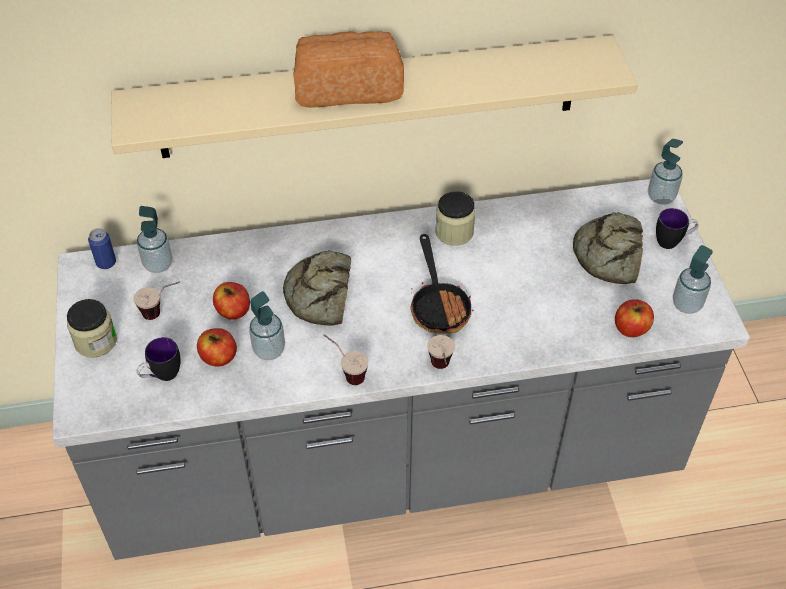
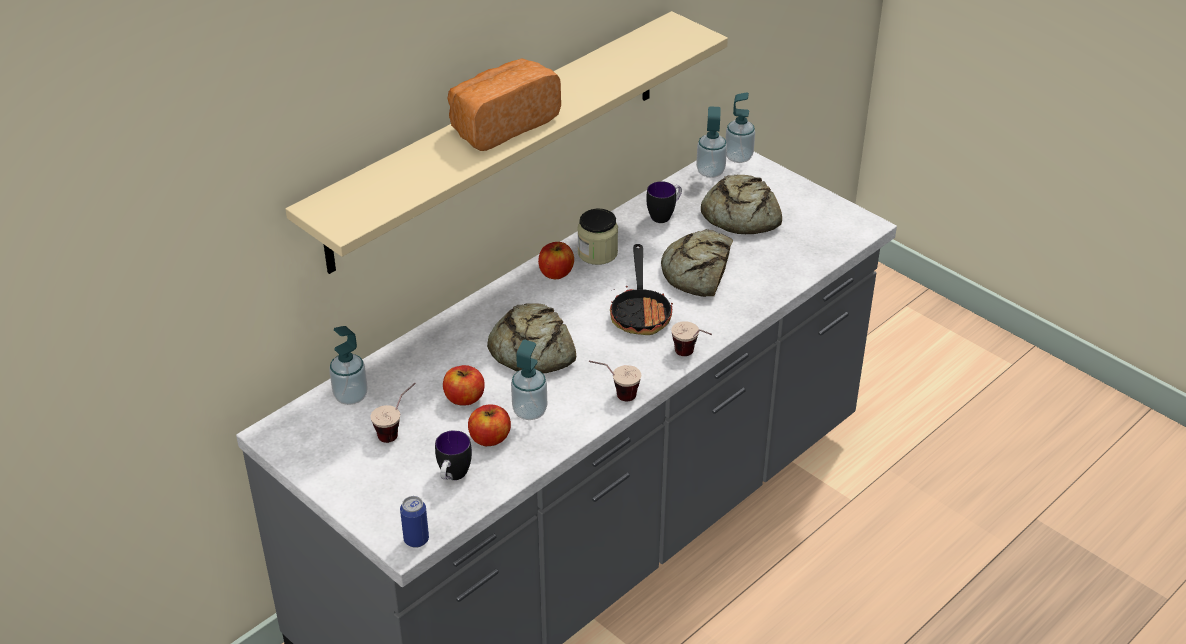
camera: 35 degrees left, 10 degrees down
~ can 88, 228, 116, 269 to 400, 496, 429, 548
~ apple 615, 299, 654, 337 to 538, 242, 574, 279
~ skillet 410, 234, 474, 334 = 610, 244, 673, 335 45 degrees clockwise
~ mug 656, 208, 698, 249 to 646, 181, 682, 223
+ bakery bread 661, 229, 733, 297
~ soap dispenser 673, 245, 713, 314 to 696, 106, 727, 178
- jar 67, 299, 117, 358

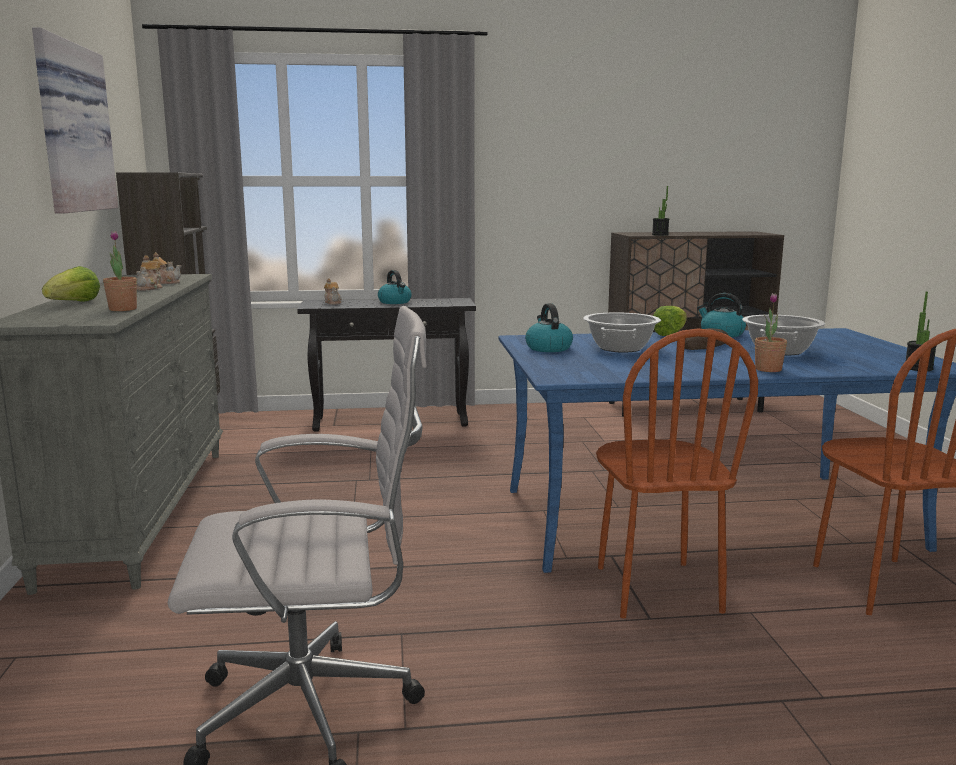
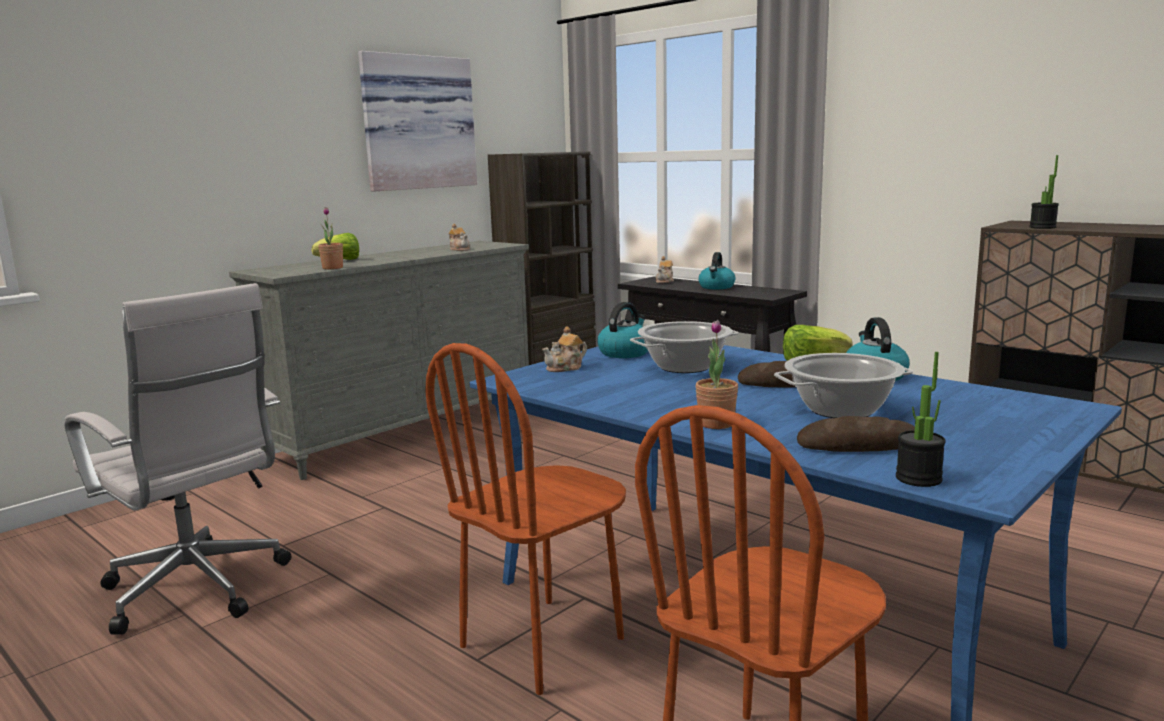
camera: 50 degrees right, 0 degrees up
~ pot for tea 136, 255, 162, 290 to 542, 326, 587, 372
+ bakery bread 797, 416, 915, 452

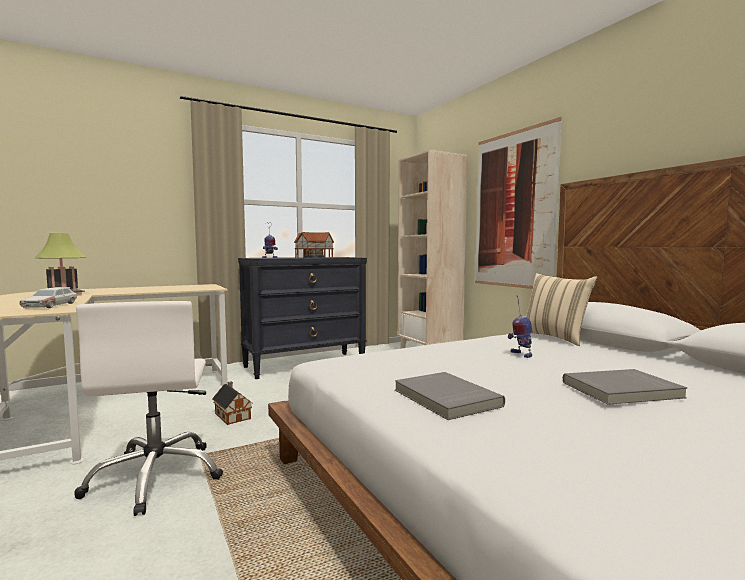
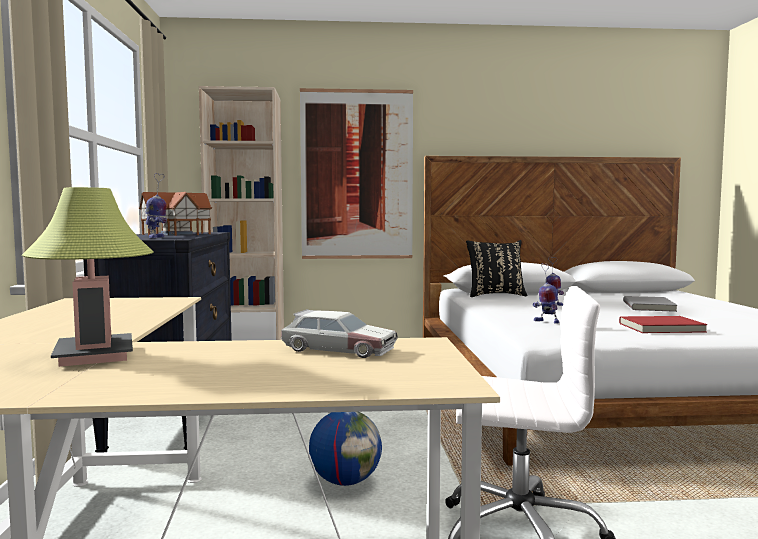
camera: 65 degrees left, 0 degrees up
~ model house 212, 381, 252, 425 to globe 309, 412, 382, 486
~ beige-coloured cushion 526, 273, 597, 346 to black-coloured cushion 466, 240, 528, 297
+ toy robot 533, 263, 559, 324
~ grey volume 395, 372, 505, 420 to red volume 619, 316, 707, 333

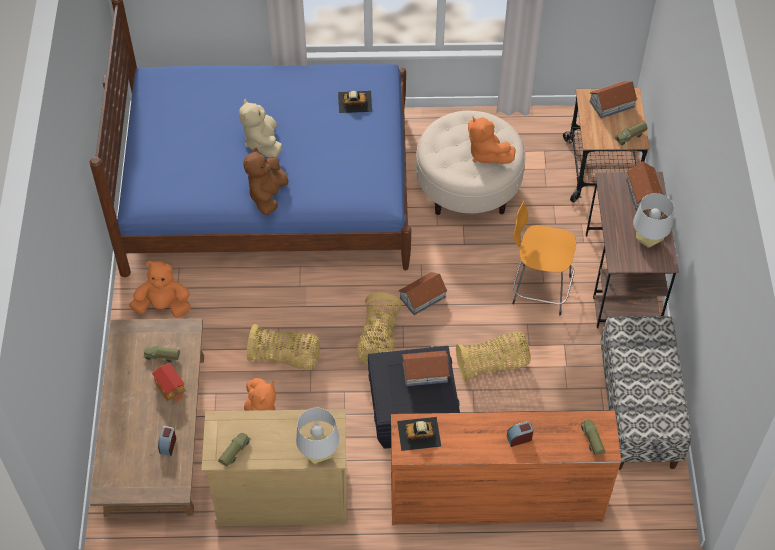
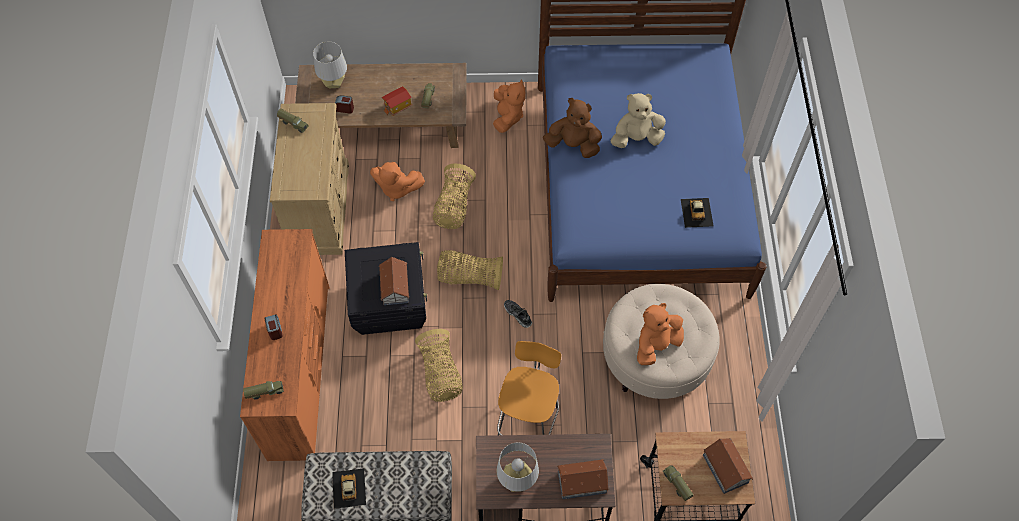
camera: 90 degrees right, 5 degrees up
~ grey lamp for a table 296, 408, 339, 464 to 313, 41, 347, 88
~ toy car 397, 417, 441, 451 to 332, 469, 366, 509
~ model house 398, 272, 447, 315 to item of footwear 504, 300, 532, 328

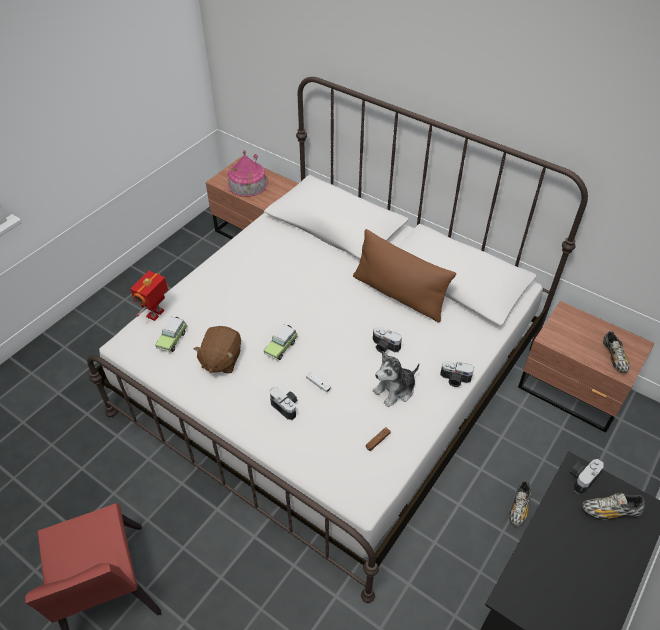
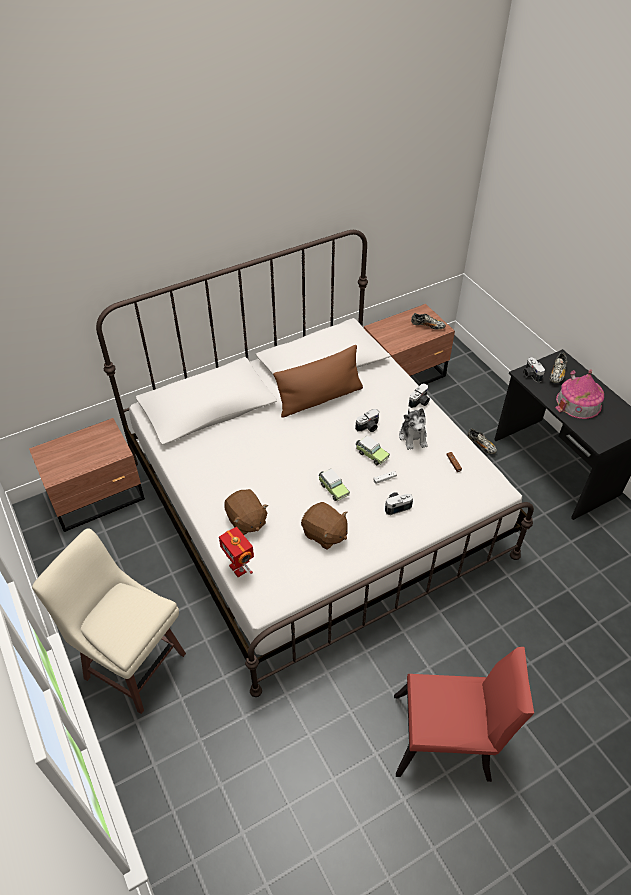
camera: 65 degrees left, 0 degrees up
+ beige-coloured stool 32, 528, 186, 714
+ brown plush toy 224, 489, 268, 535
~ toy car 155, 317, 187, 352 to 356, 436, 390, 465
~ model house 228, 150, 268, 197 to 555, 369, 604, 419

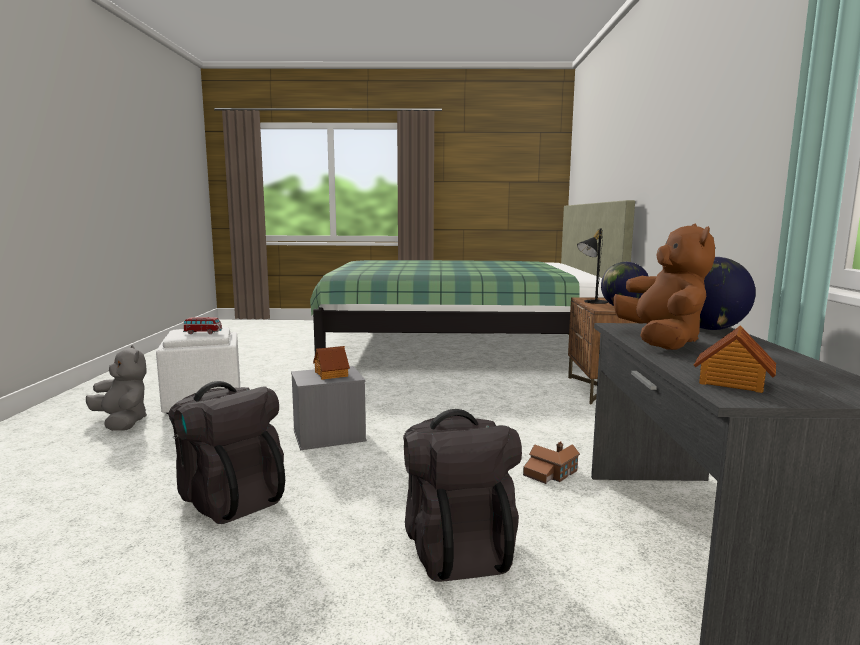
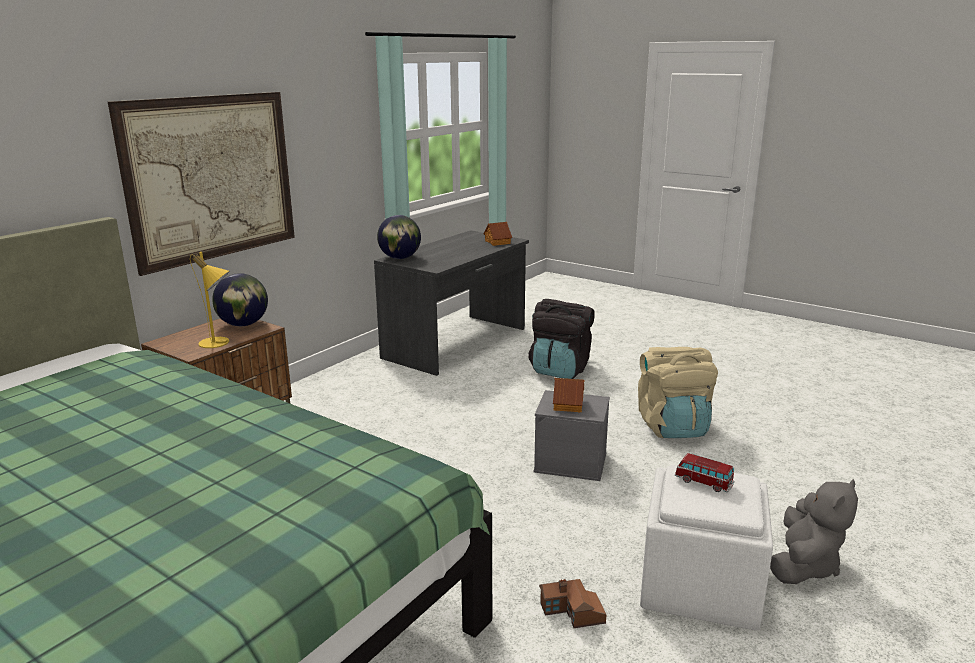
camera: 145 degrees left, 10 degrees up
+ wall picture 108, 92, 295, 276
~ black-coloured lamp for a table 577, 228, 608, 304 to yellow lamp for a table 190, 252, 230, 348
~ model house 523, 441, 580, 484 to 539, 579, 607, 628
~ black-coloured backpack 168, 381, 285, 524 to beige-coloured backpack 638, 347, 718, 438
~ grey plush toy 86, 345, 147, 431 = 770, 479, 858, 584 135 degrees counterclockwise
- brown plush toy 613, 223, 715, 350

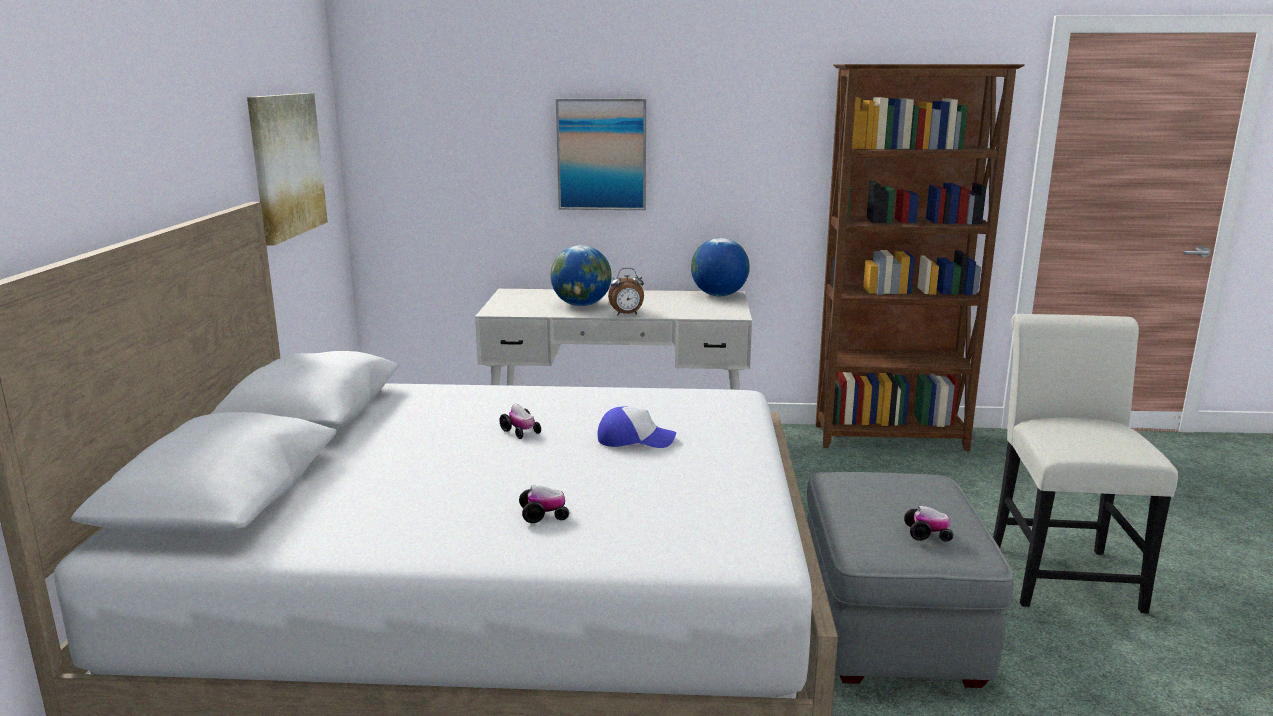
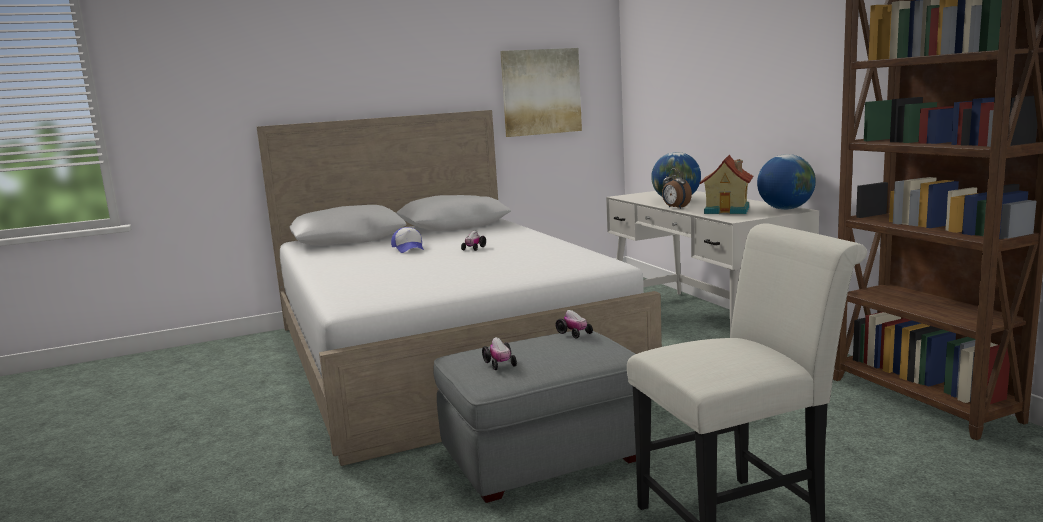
camera: 65 degrees right, 5 degrees down
~ peaked cap 597, 406, 676, 448 to 391, 227, 424, 253
~ toy car 519, 485, 569, 523 to 556, 310, 593, 338
+ model house 700, 155, 753, 214
- wall picture 556, 99, 646, 210

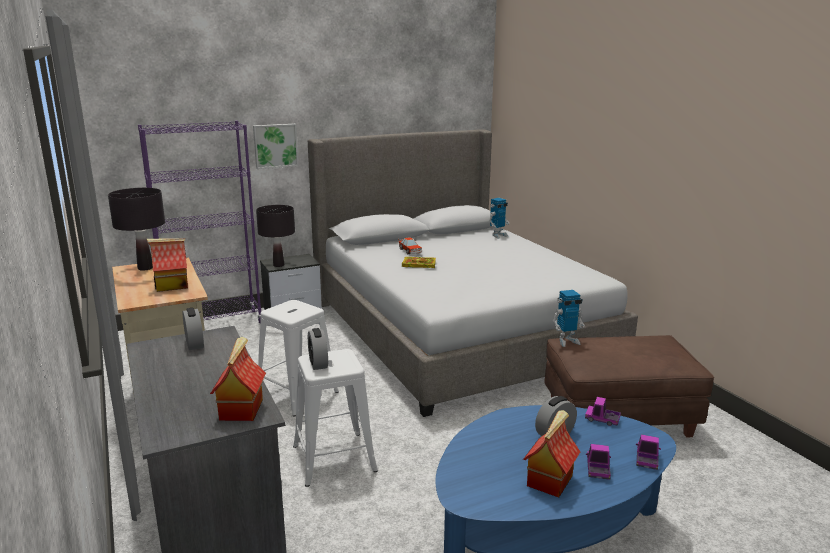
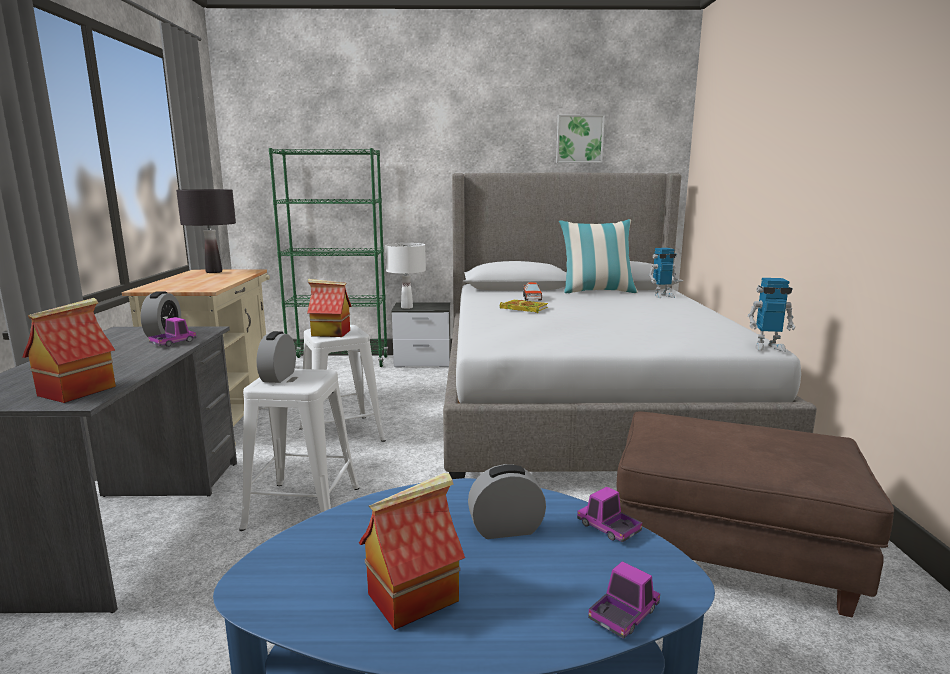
camera: 25 degrees right, 5 degrees down
~ toy truck 586, 444, 611, 480 to 148, 317, 196, 347
~ purplish bookcase 138, 121, 261, 323 to greenish bookcase 269, 148, 388, 367
~ model house 147, 238, 188, 292 to 307, 279, 352, 337
~ black-coloured lamp for a table 256, 205, 295, 267 to whitish lamp for a table 385, 243, 426, 309
~ wall picture 253, 124, 299, 169 to 556, 115, 605, 163
+ cushion 559, 219, 638, 293
~ toy robot 553, 290, 585, 347 to 748, 278, 795, 352

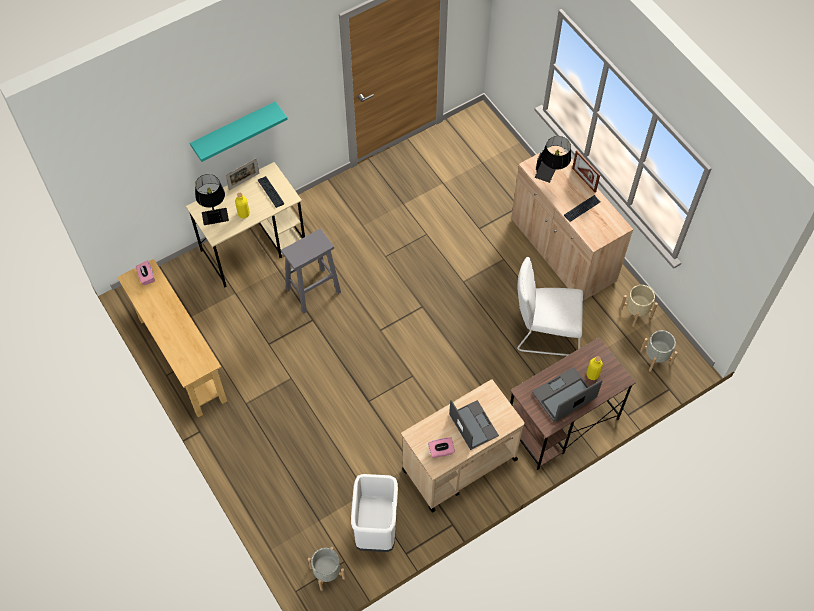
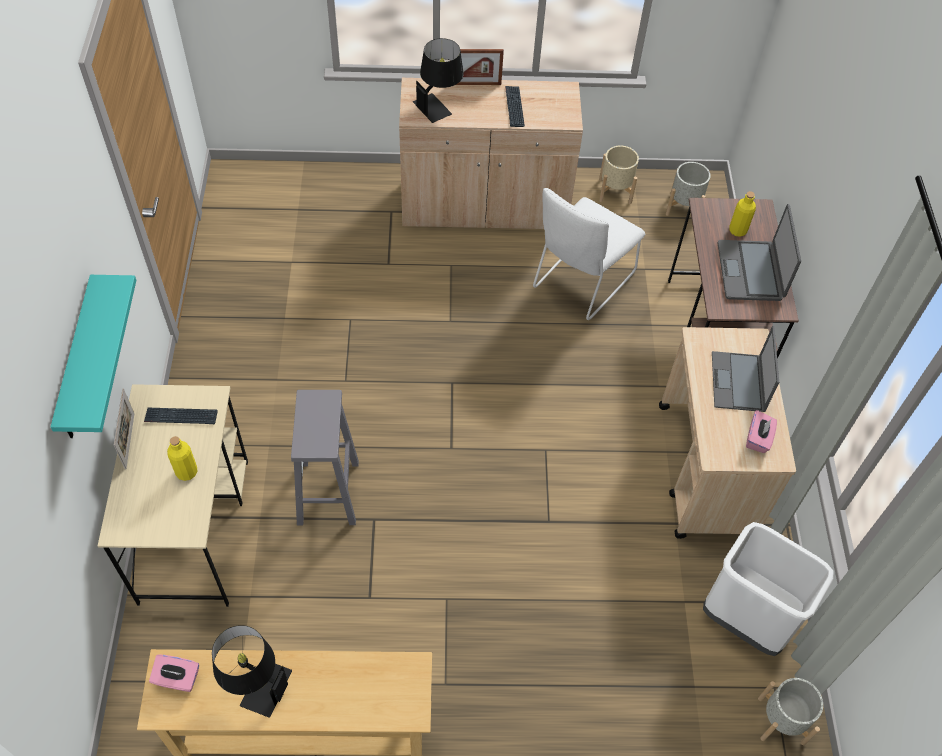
camera: 60 degrees left, 5 degrees down
~ black-coloured lamp for a table 195, 174, 229, 225 to 212, 625, 292, 718
~ portable computer 449, 400, 499, 450 = 712, 326, 779, 412 90 degrees counterclockwise

